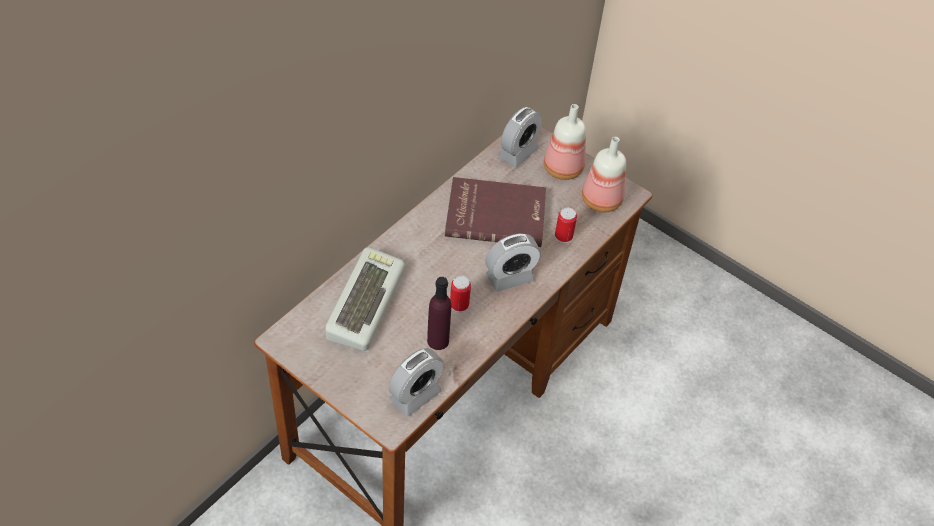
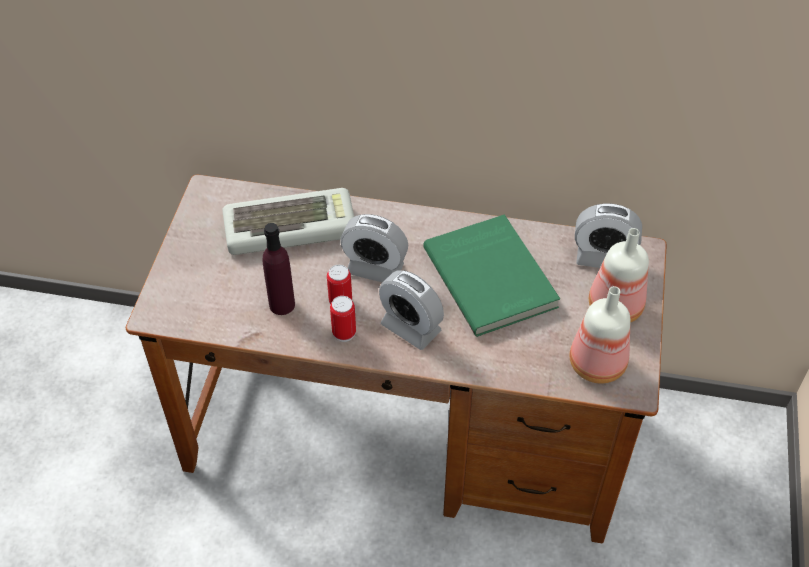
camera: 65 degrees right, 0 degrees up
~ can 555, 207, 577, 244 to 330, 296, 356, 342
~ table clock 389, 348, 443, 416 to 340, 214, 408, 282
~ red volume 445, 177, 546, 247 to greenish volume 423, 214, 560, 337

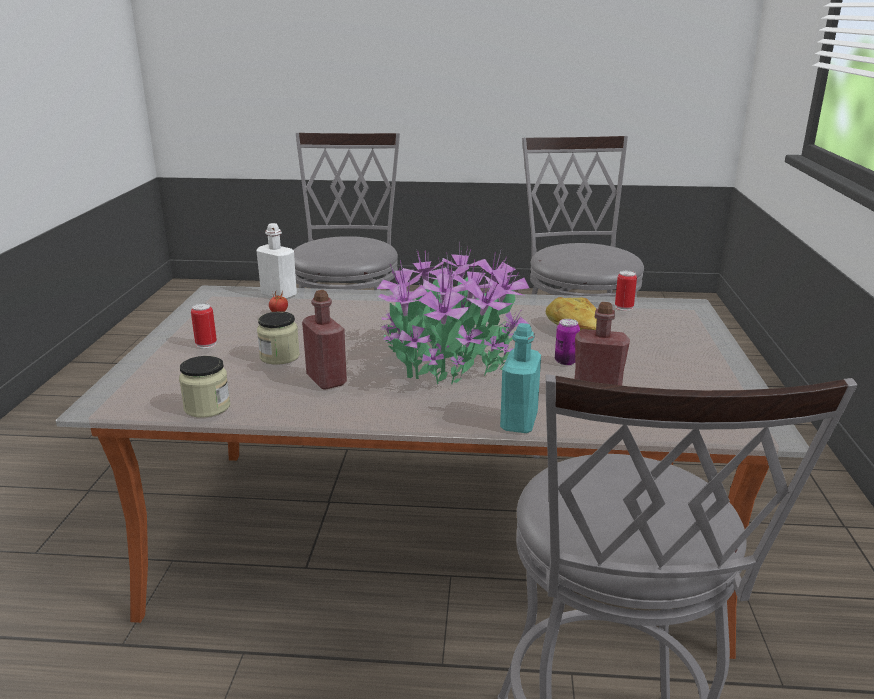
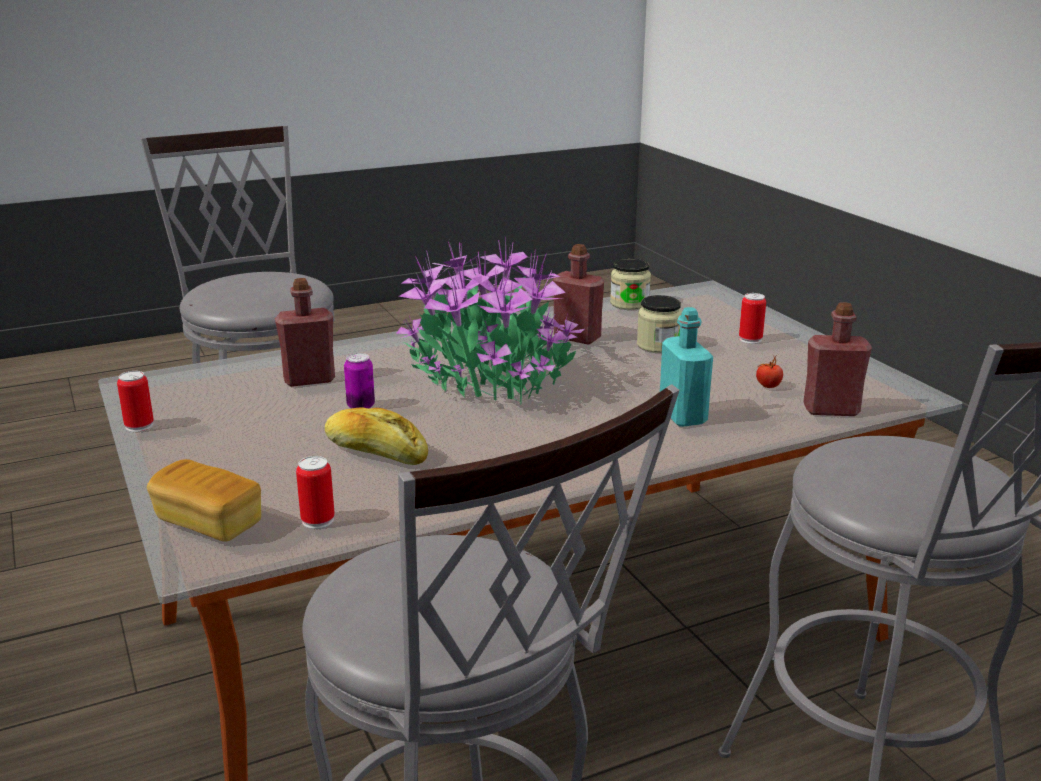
camera: 150 degrees right, 0 degrees up
+ can 117, 371, 154, 432
+ bakery bread 147, 459, 261, 542
~ turquoise-coloured beverage bottle 500, 323, 541, 433 to 660, 307, 713, 427
~ whitish beverage bottle 256, 223, 297, 299 to red beverage bottle 803, 302, 872, 416

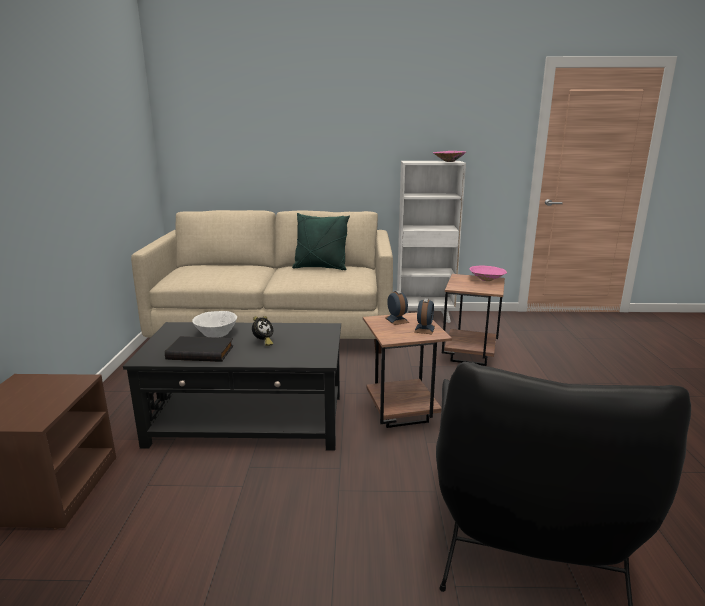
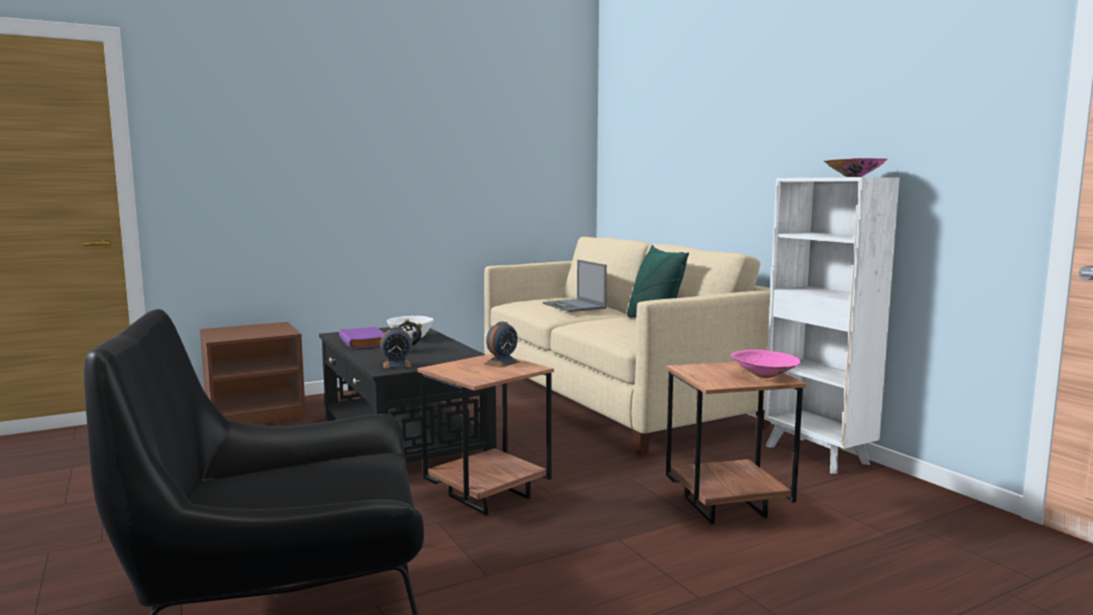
camera: 60 degrees right, 10 degrees down
~ black-coloured volume 165, 336, 234, 362 to purplish volume 339, 327, 384, 349
~ table clock 414, 298, 435, 334 to 380, 327, 412, 369
+ portable computer 543, 260, 607, 312

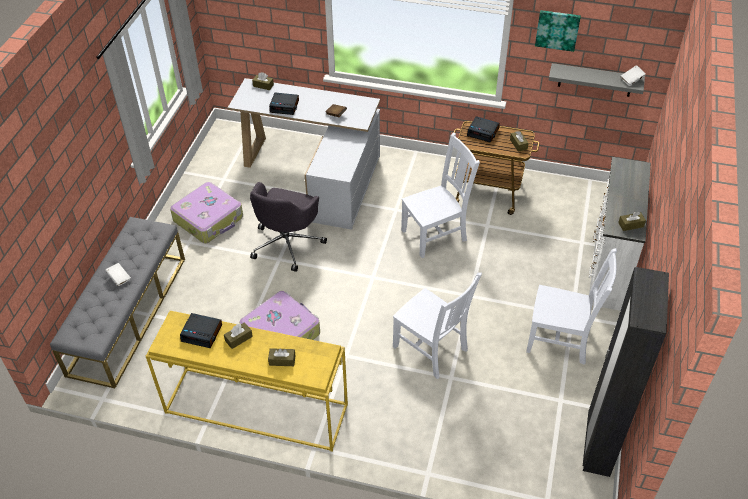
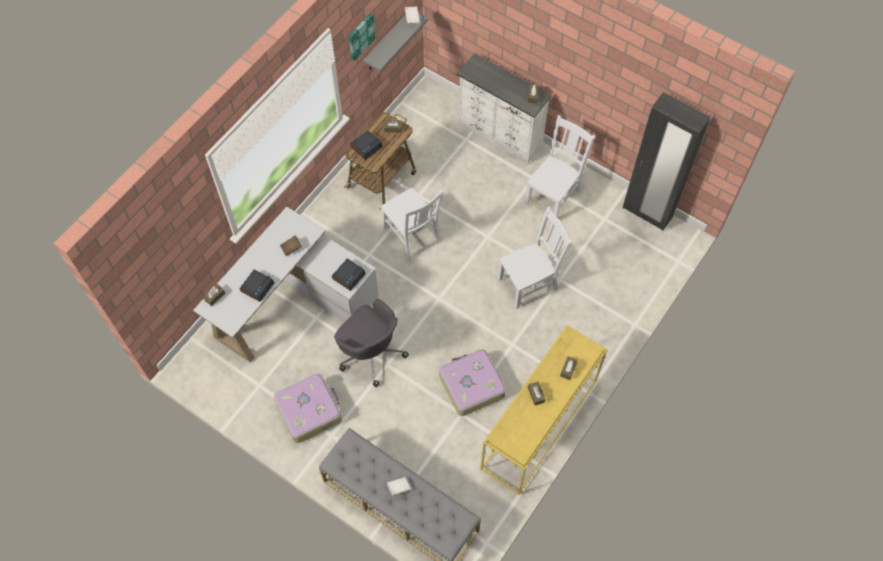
camera: 70 degrees left, 15 degrees up
~ table clock 180, 313, 222, 348 to 332, 259, 366, 291
~ whitish plain chair 401, 132, 480, 258 = 381, 187, 444, 260 150 degrees clockwise

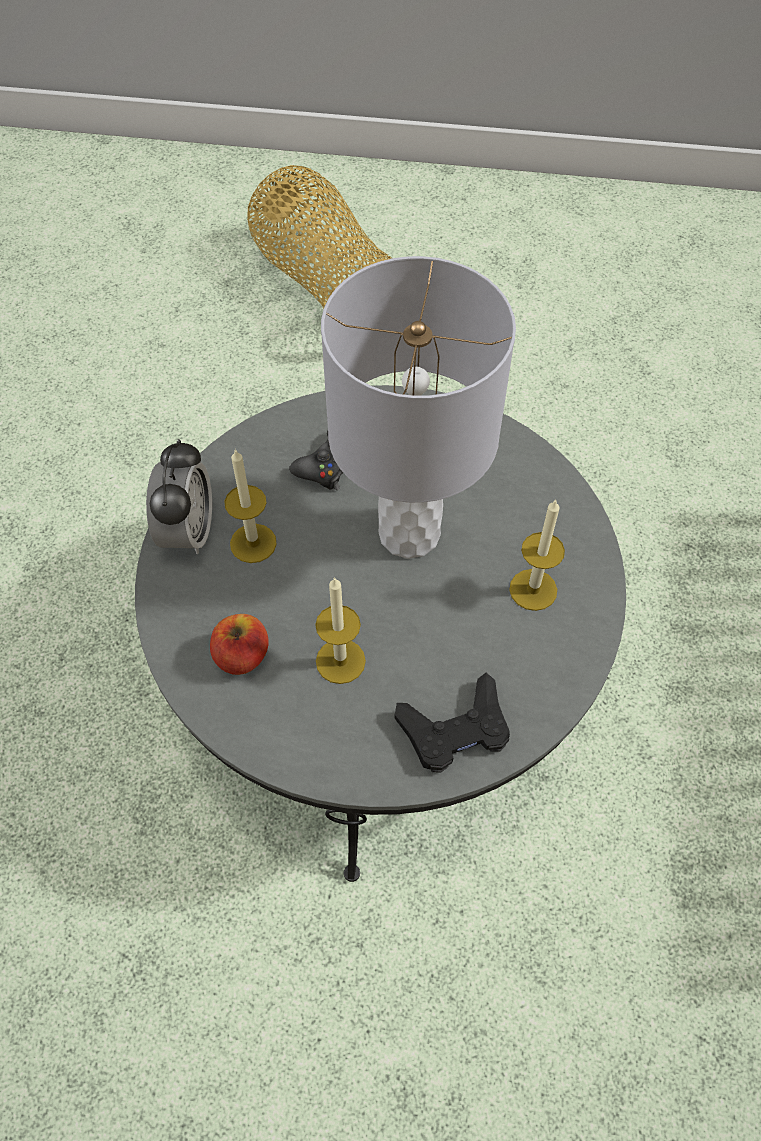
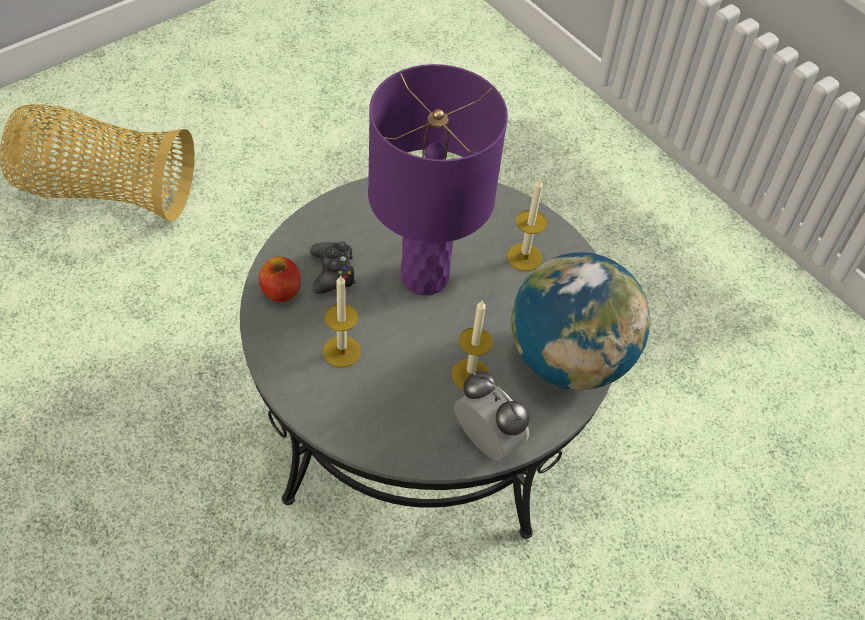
camera: 50 degrees left, 5 degrees down
~ apple 210, 614, 269, 675 to 259, 256, 301, 302
~ grey lamp for a table 321, 256, 516, 559 to purplish lamp for a table 368, 64, 508, 296
~ table clock 146, 439, 212, 554 to 454, 371, 529, 461
~ black-coloured joypad 395, 673, 510, 773 to globe 511, 252, 650, 390

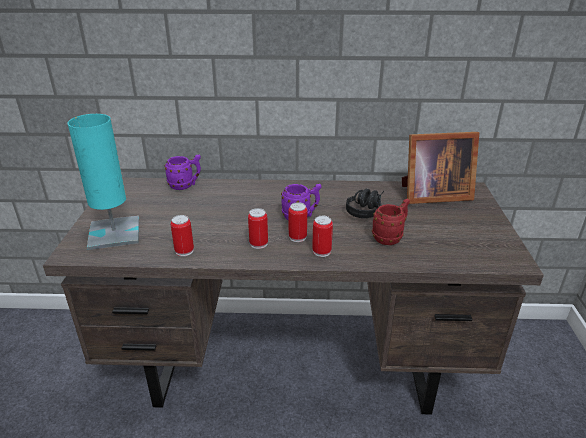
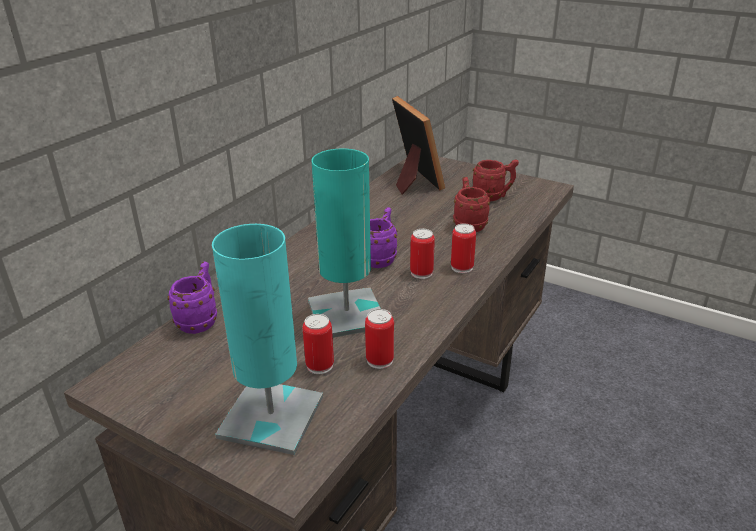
camera: 60 degrees left, 0 degrees up
~ can 248, 208, 268, 249 to 302, 314, 334, 374
+ turquoise-coloured lamp for a table 308, 149, 381, 338
~ picture frame 402, 132, 479, 204 = 392, 96, 445, 195 45 degrees counterclockwise
+ red mug 472, 160, 519, 201
- black-coloured headset 346, 188, 384, 218

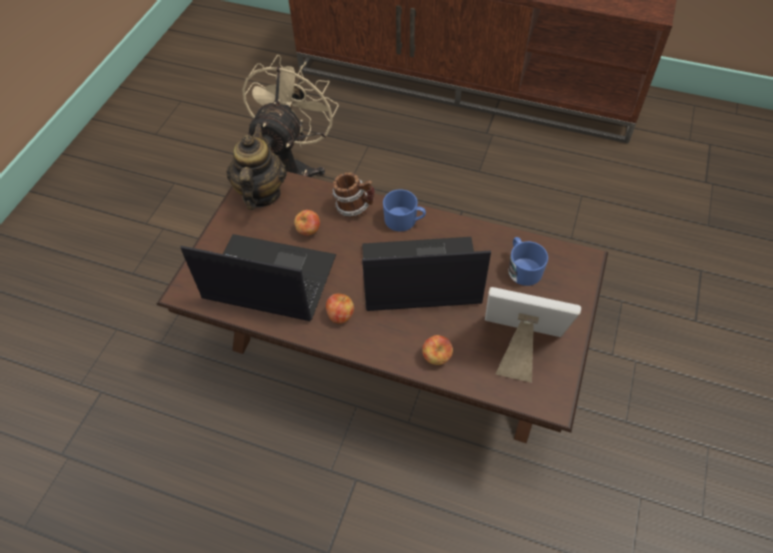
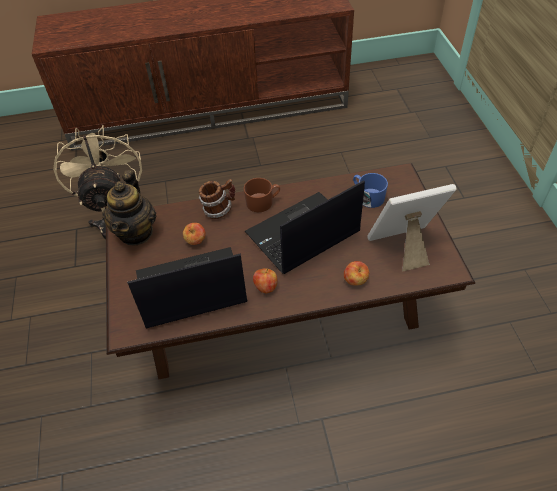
camera: 30 degrees left, 5 degrees down
~ pot for tea 226, 124, 287, 210 = 102, 170, 156, 245 150 degrees counterclockwise
~ bluish mug 383, 189, 426, 231 to brown mug 244, 178, 280, 212

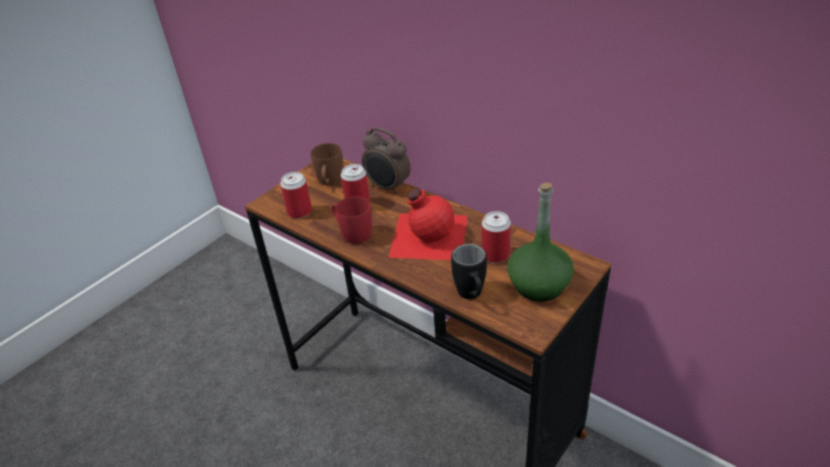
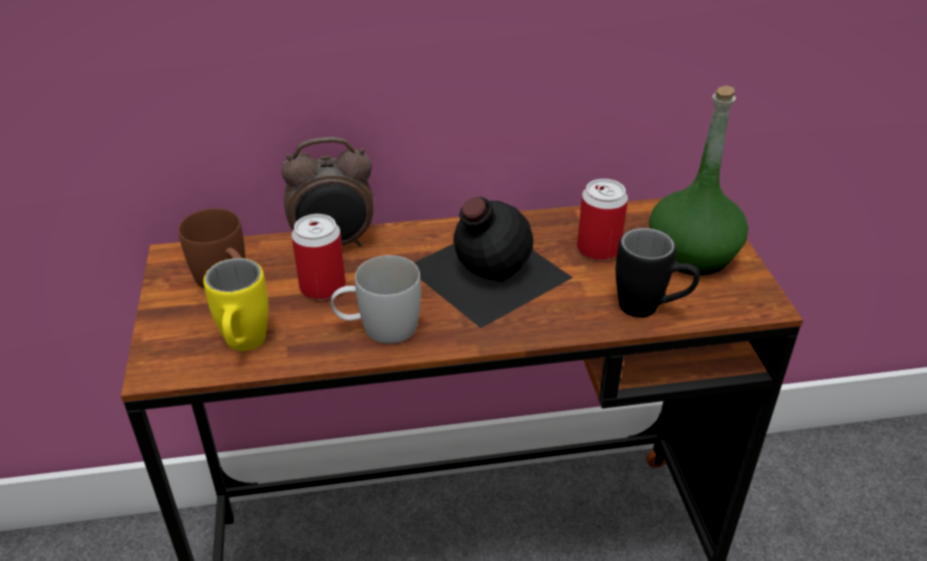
camera: 50 degrees left, 0 degrees up
~ can 280, 172, 312, 218 to yellow mug 203, 258, 268, 351
~ red mug 332, 196, 372, 244 to whitish mug 331, 255, 421, 344
~ red beverage bottle 389, 189, 467, 260 to black-coloured beverage bottle 414, 197, 573, 328

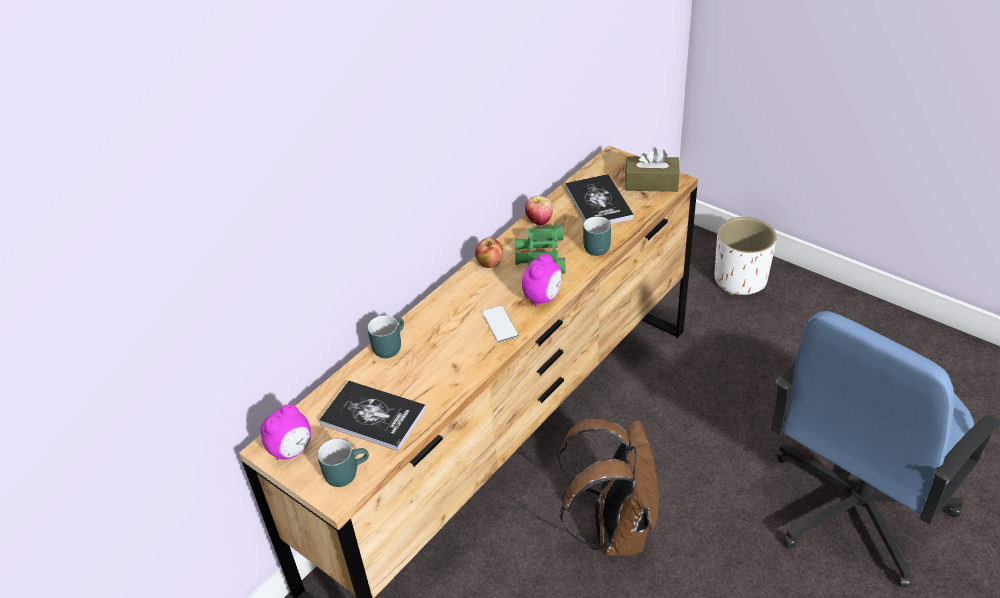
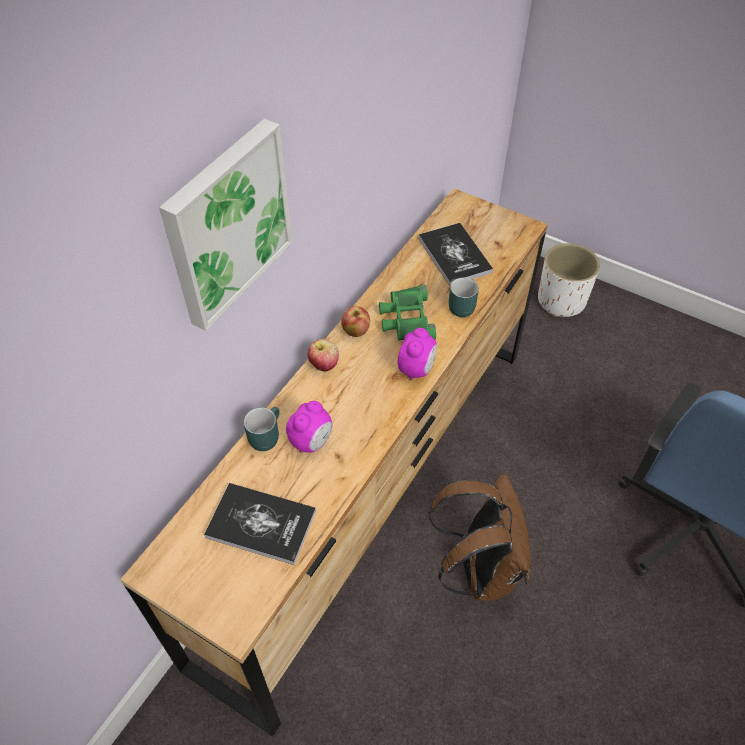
camera: 10 degrees left, 10 degrees up
+ wall picture 159, 119, 293, 331
~ table clock 260, 404, 311, 460 to 286, 401, 332, 453
~ apple 525, 196, 553, 225 to 308, 339, 339, 371
- turquoise-coloured mug 317, 439, 369, 487
- telephone 482, 305, 519, 343
- brown box of tissues 625, 147, 680, 192

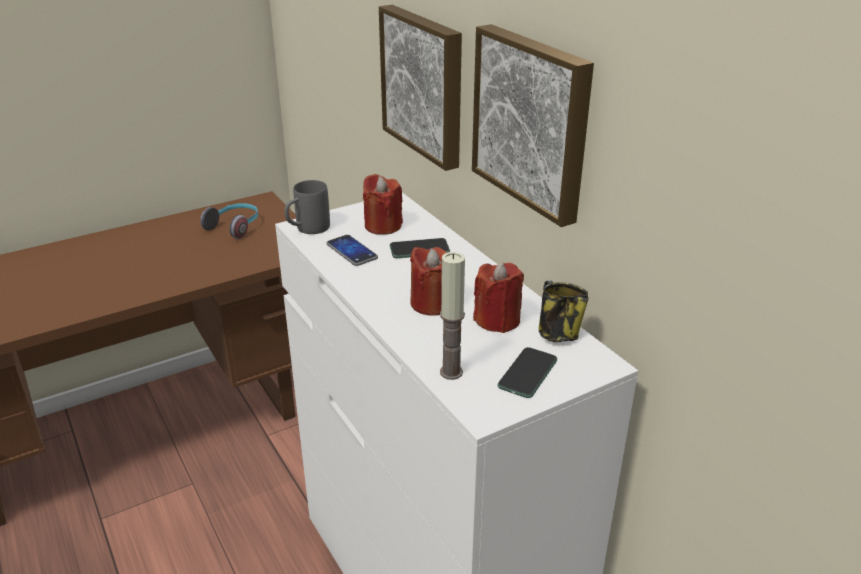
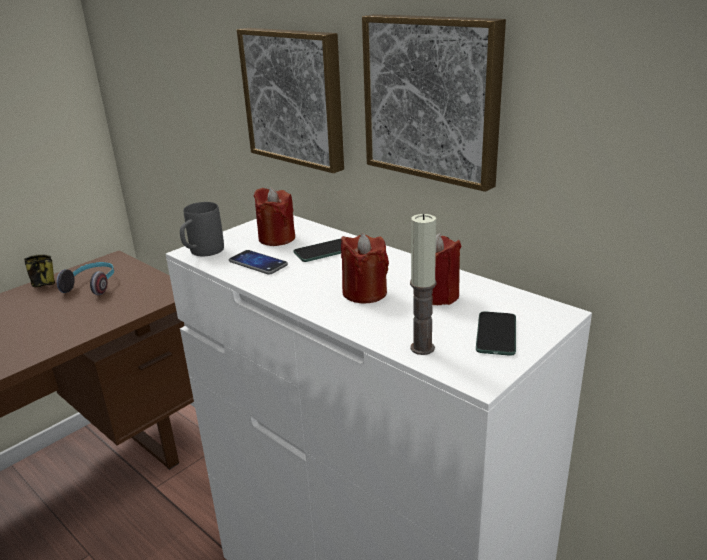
camera: 15 degrees left, 5 degrees down
~ mug 539, 280, 588, 342 to 24, 255, 55, 287

